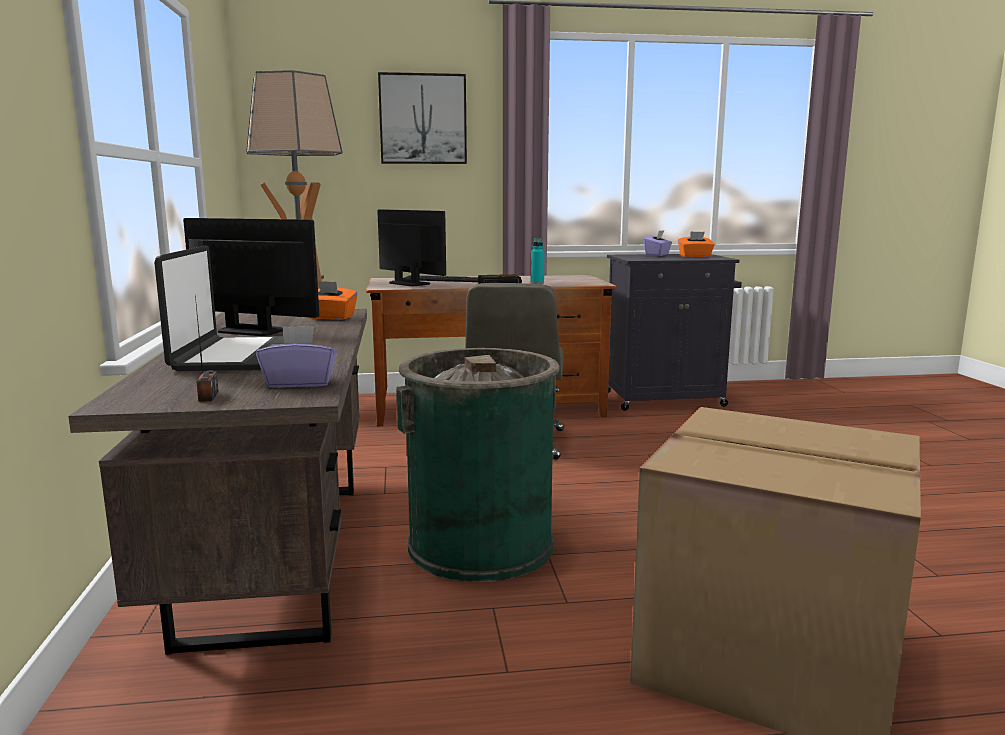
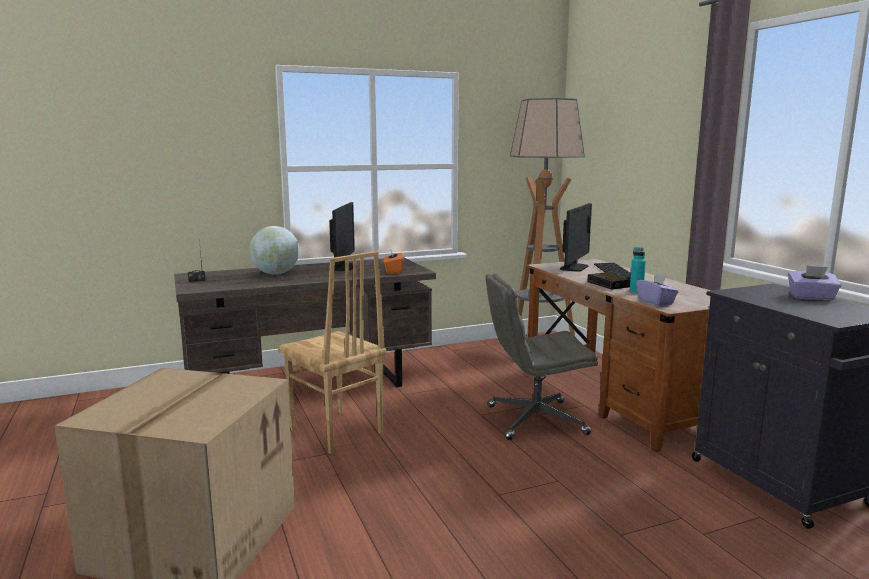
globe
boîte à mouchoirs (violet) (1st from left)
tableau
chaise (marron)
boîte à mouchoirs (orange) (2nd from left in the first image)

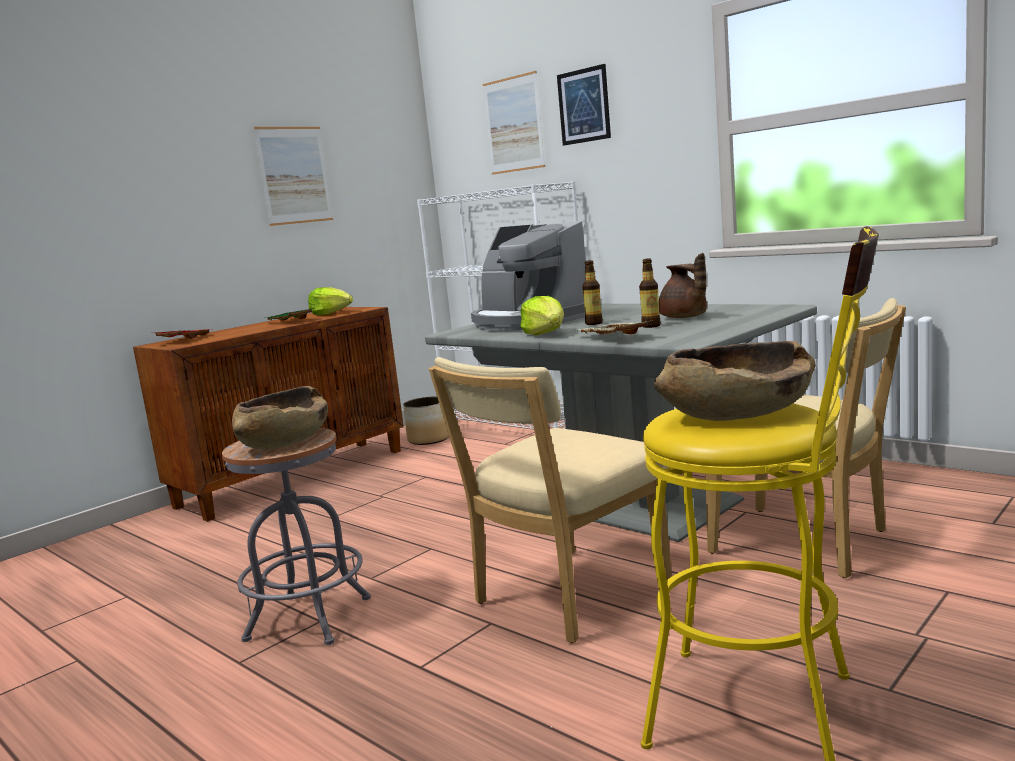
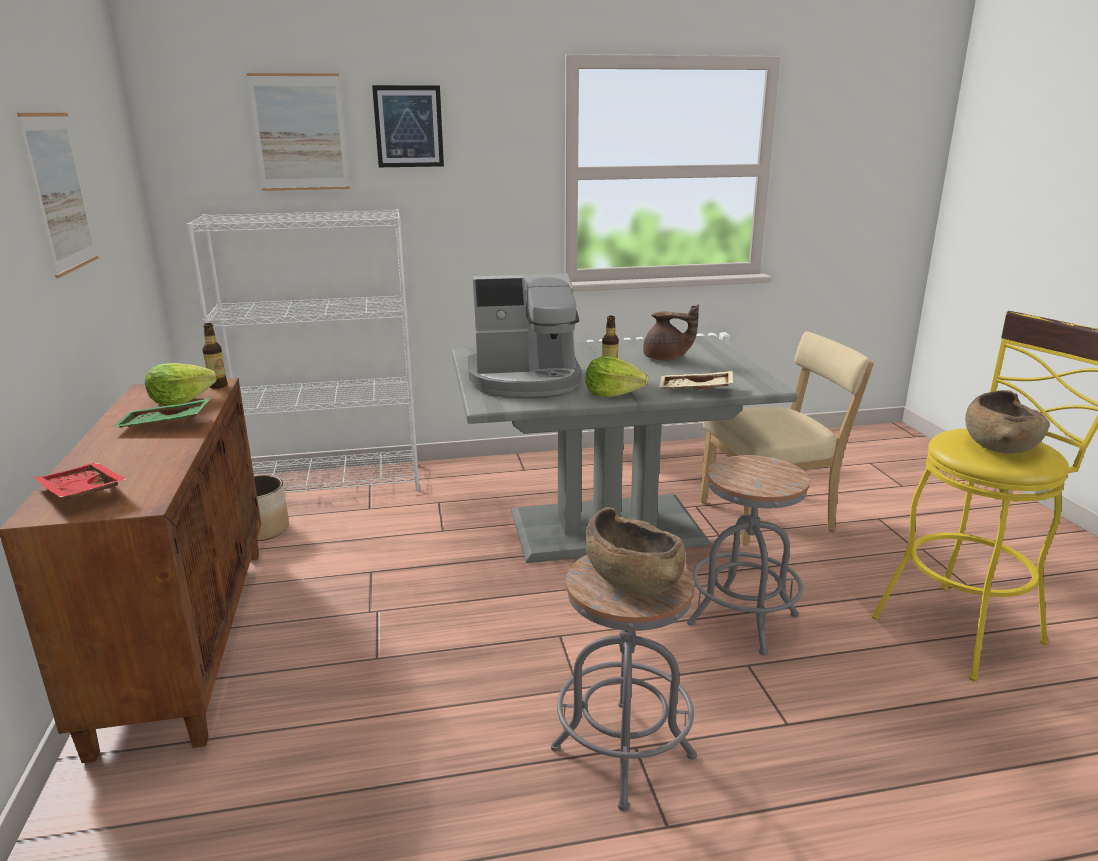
tabouret (gris) (2nd from left)
bouteille (1st from left)

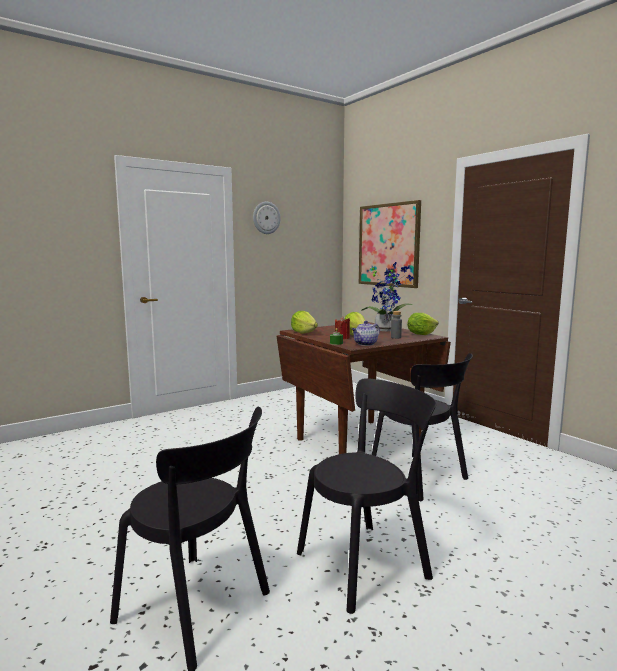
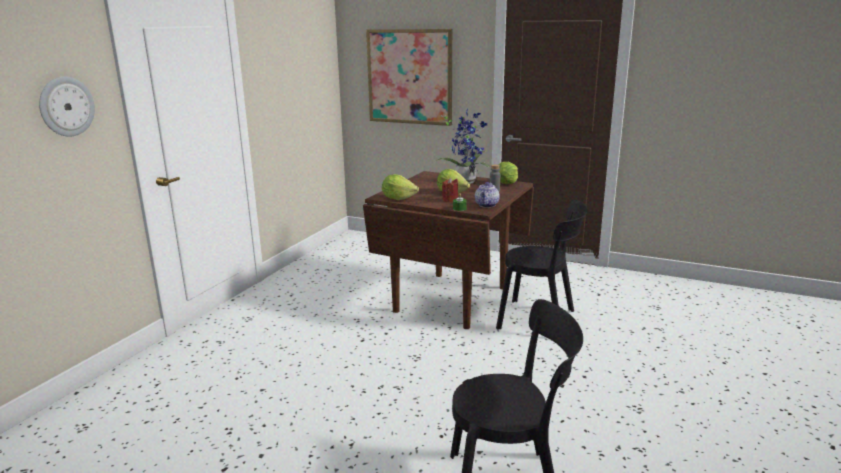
horloge murale
chaise (noir) (2nd from left in the first image)

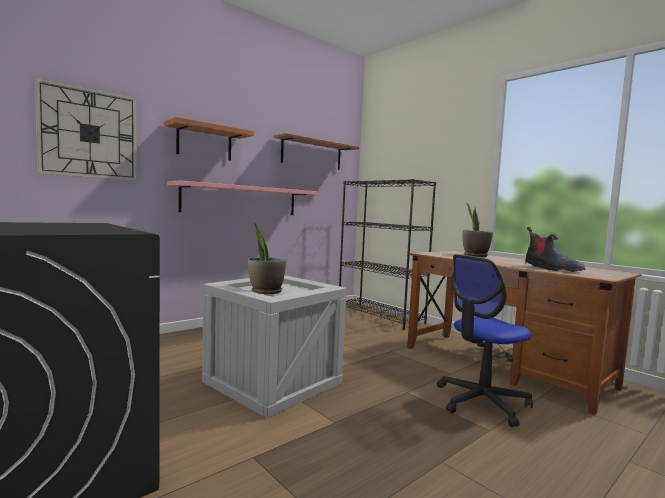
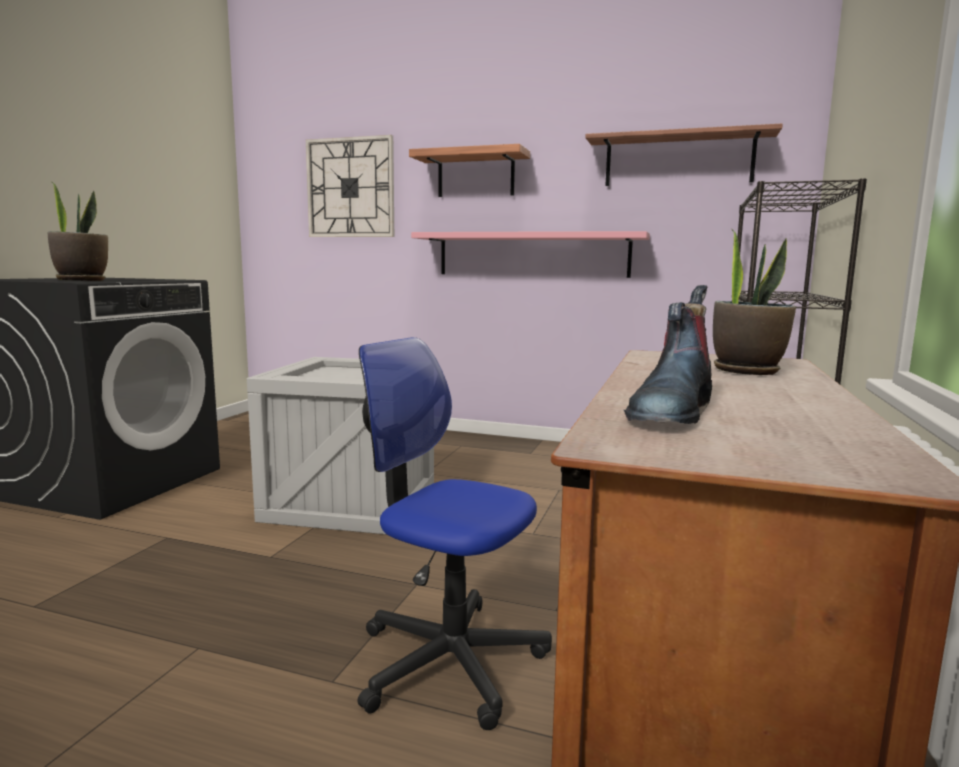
plante en pot (1st from left)

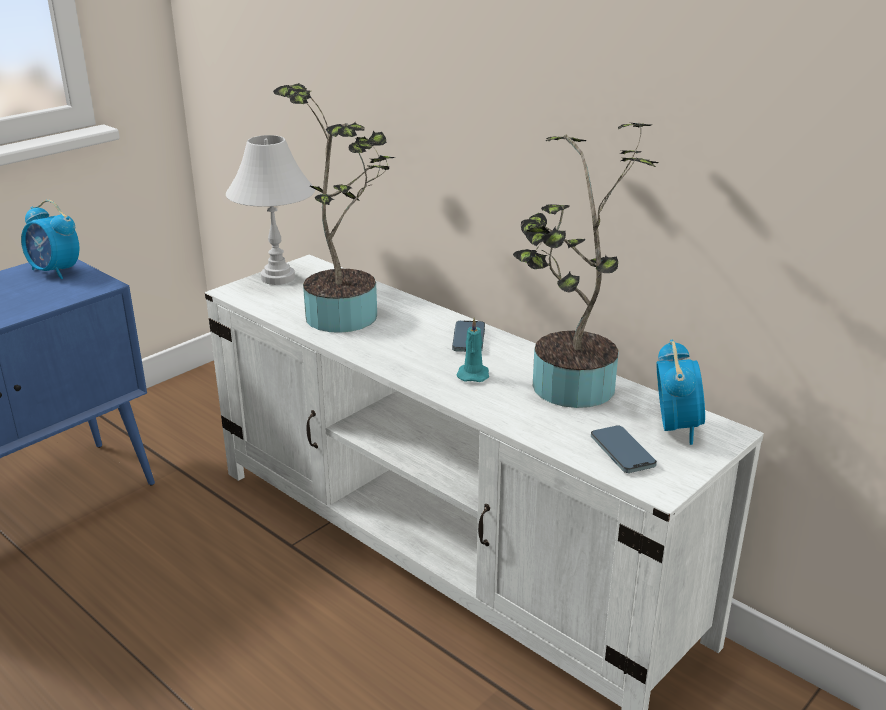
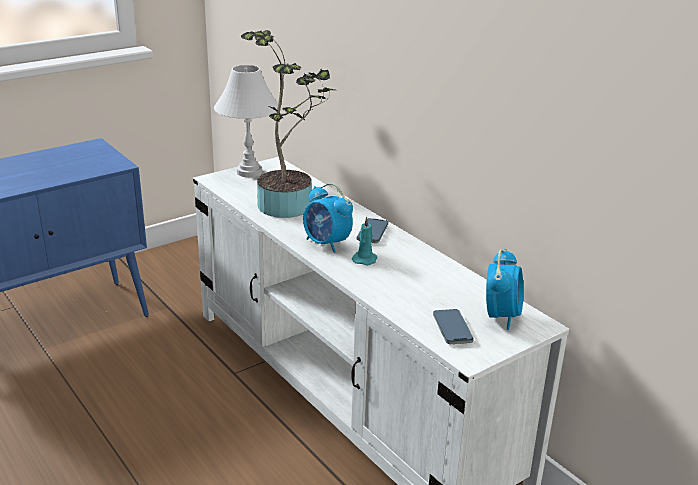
réveil (1st from left)
plante en pot (2nd from left in the first image)

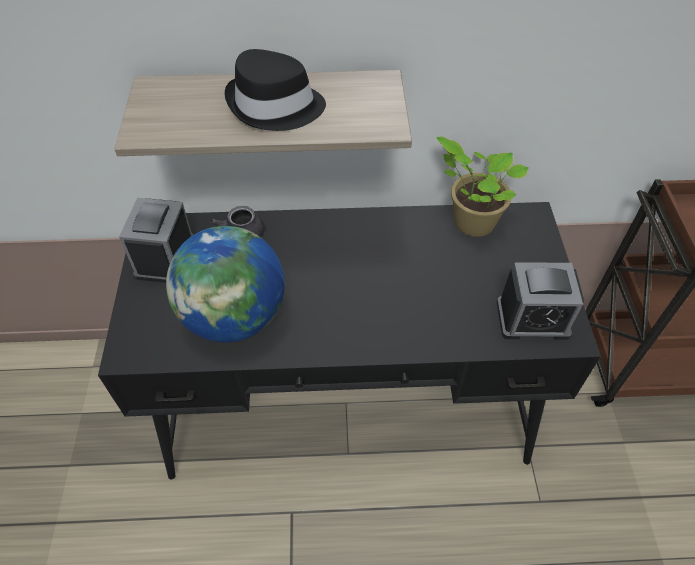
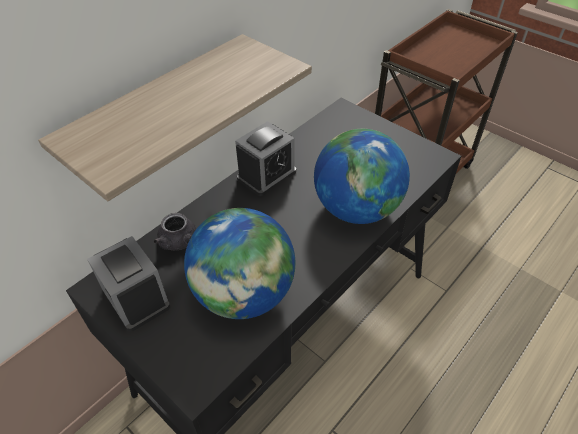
chapeau (noir)
plante en pot
réveil (2nd from left)
globe (2nd from left)

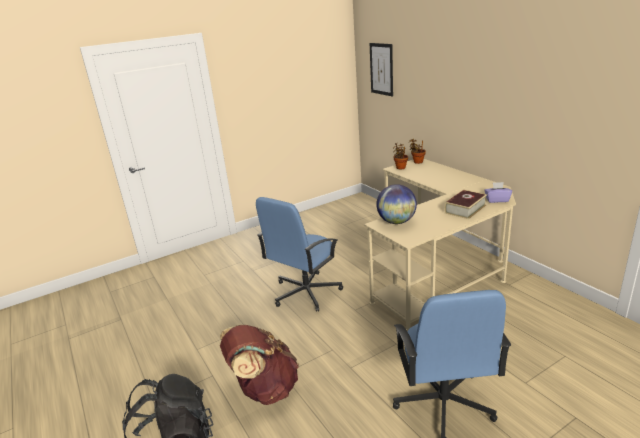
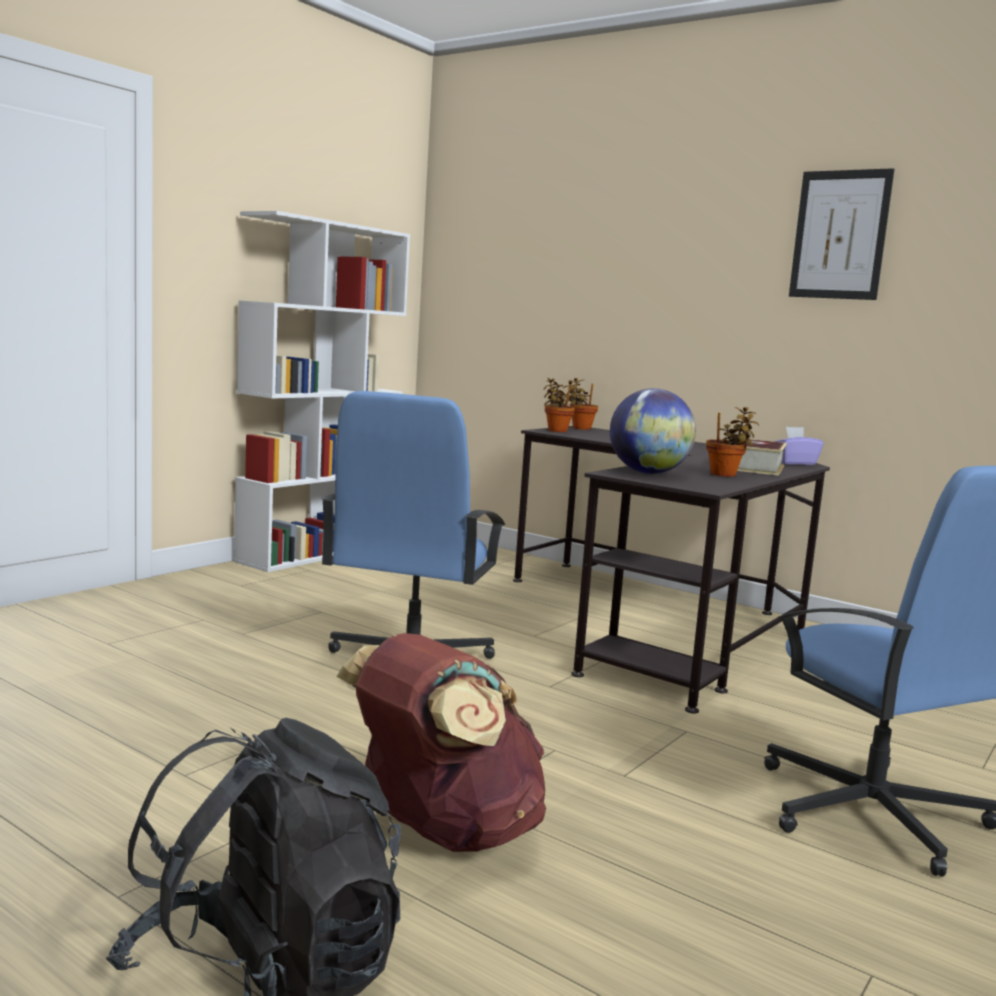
bureau (noir)
tableau
bibliothèque (blanc)
plante en pot (3rd from left)

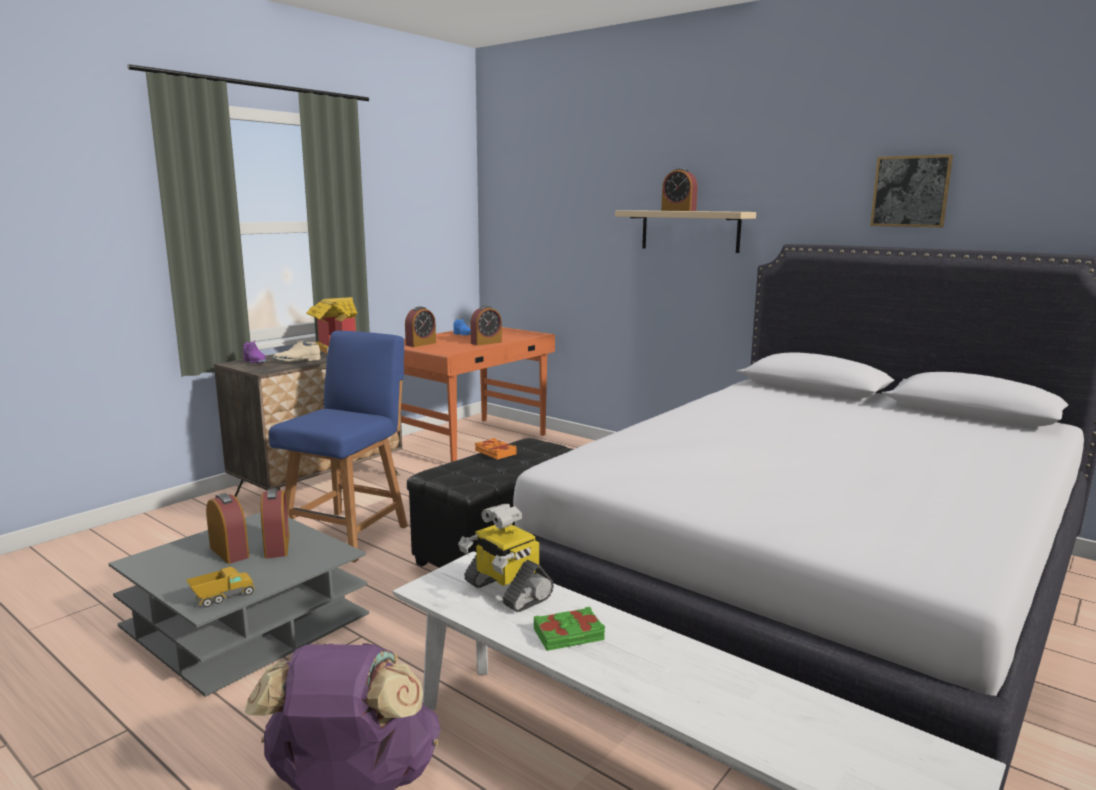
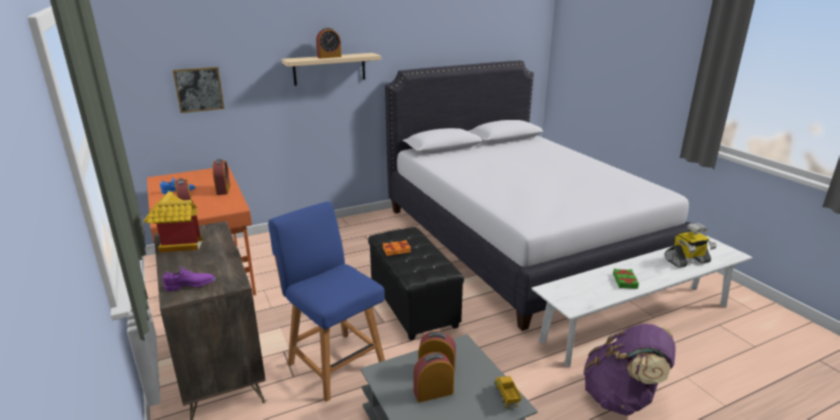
chaussure (beige)
robot jouet
tableau

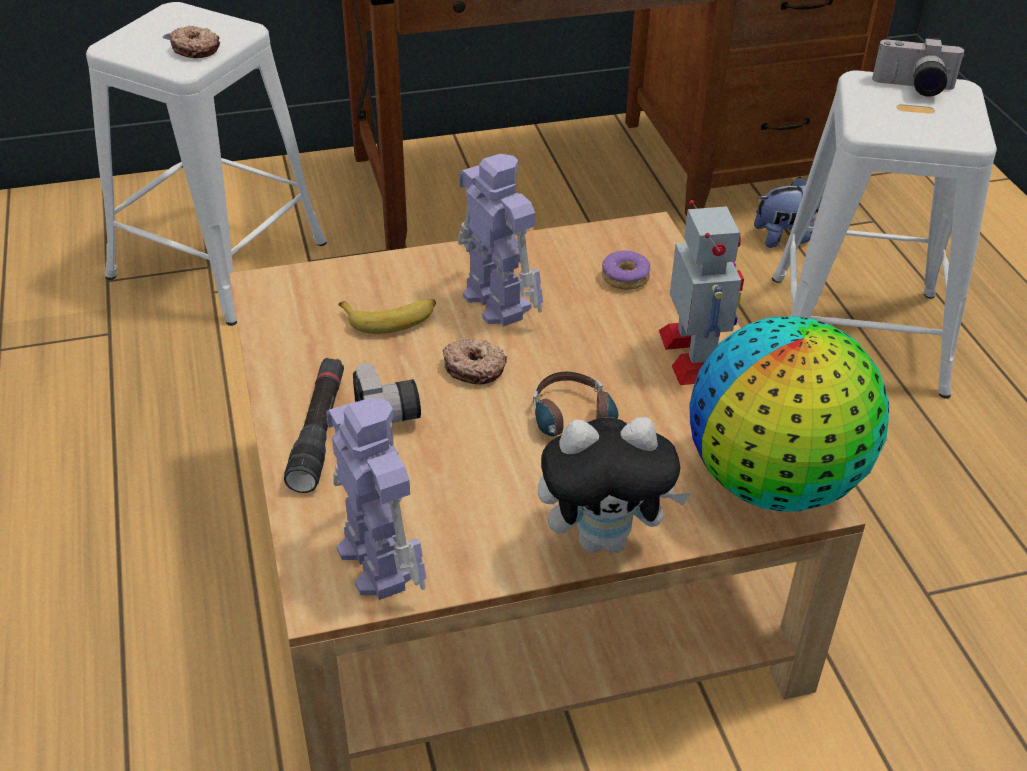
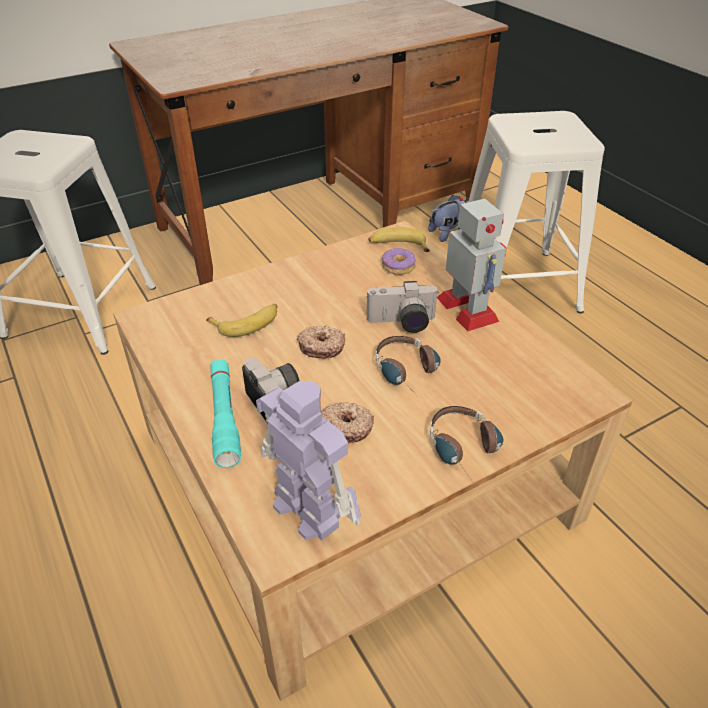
beignet (2nd from left)
lampe de poche (turquoise)
robot jouet (2nd from left in the first image)
casque audio (2nd from left)
globe
appareil photo (2nd from left)
banane (2nd from left)

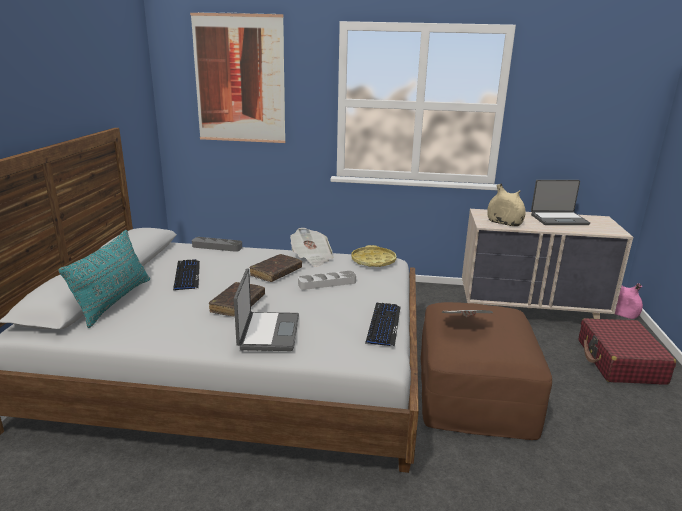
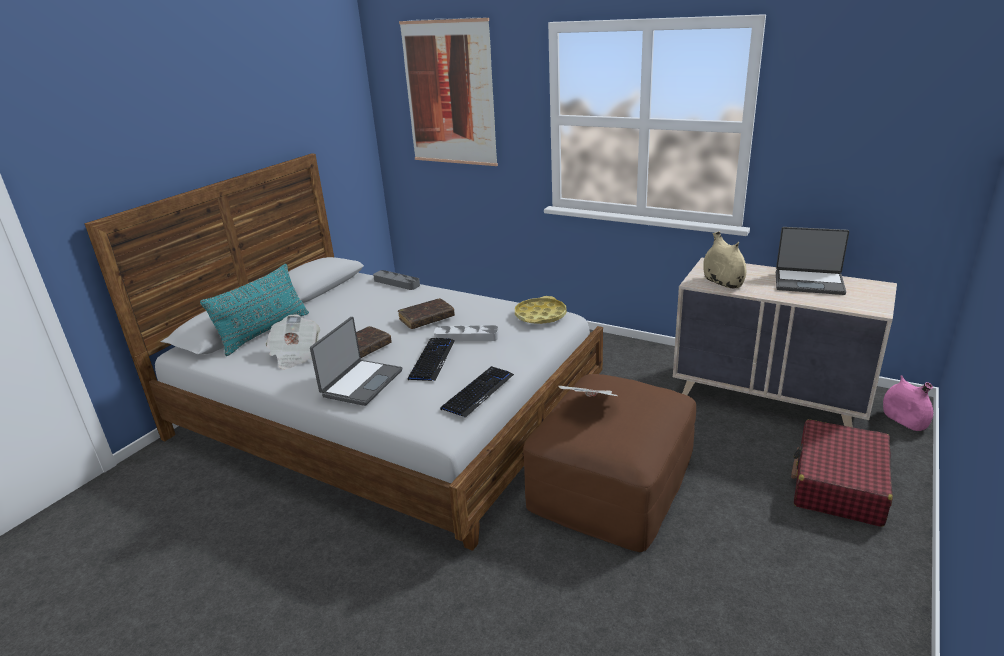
clavier (1st from left)
journal (1st from left)

